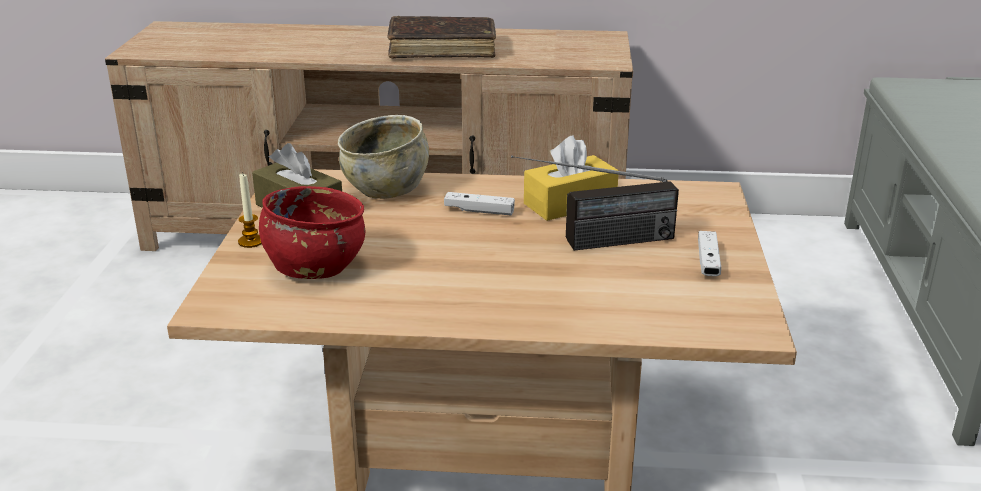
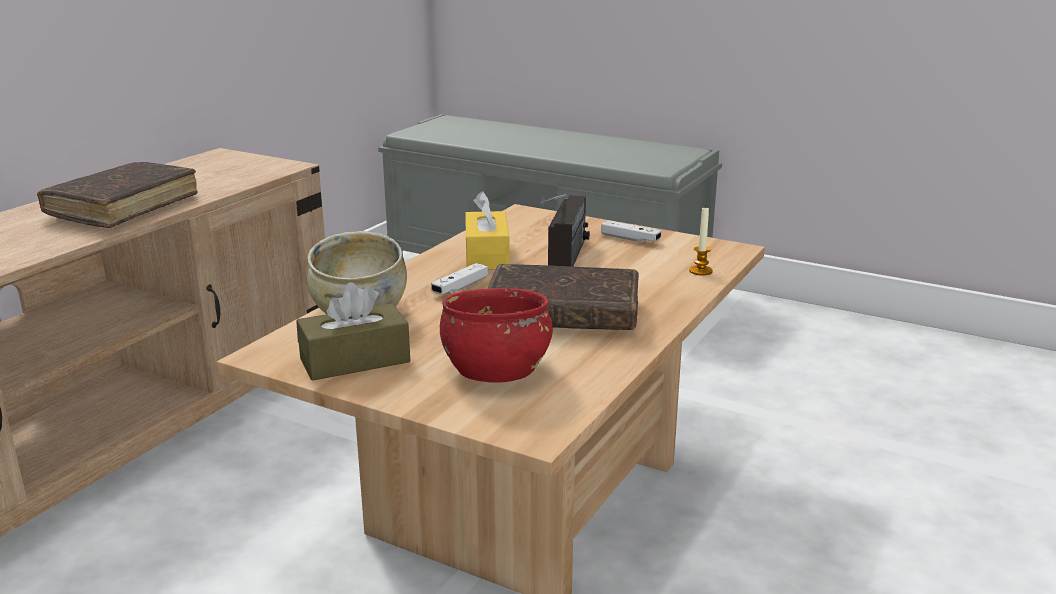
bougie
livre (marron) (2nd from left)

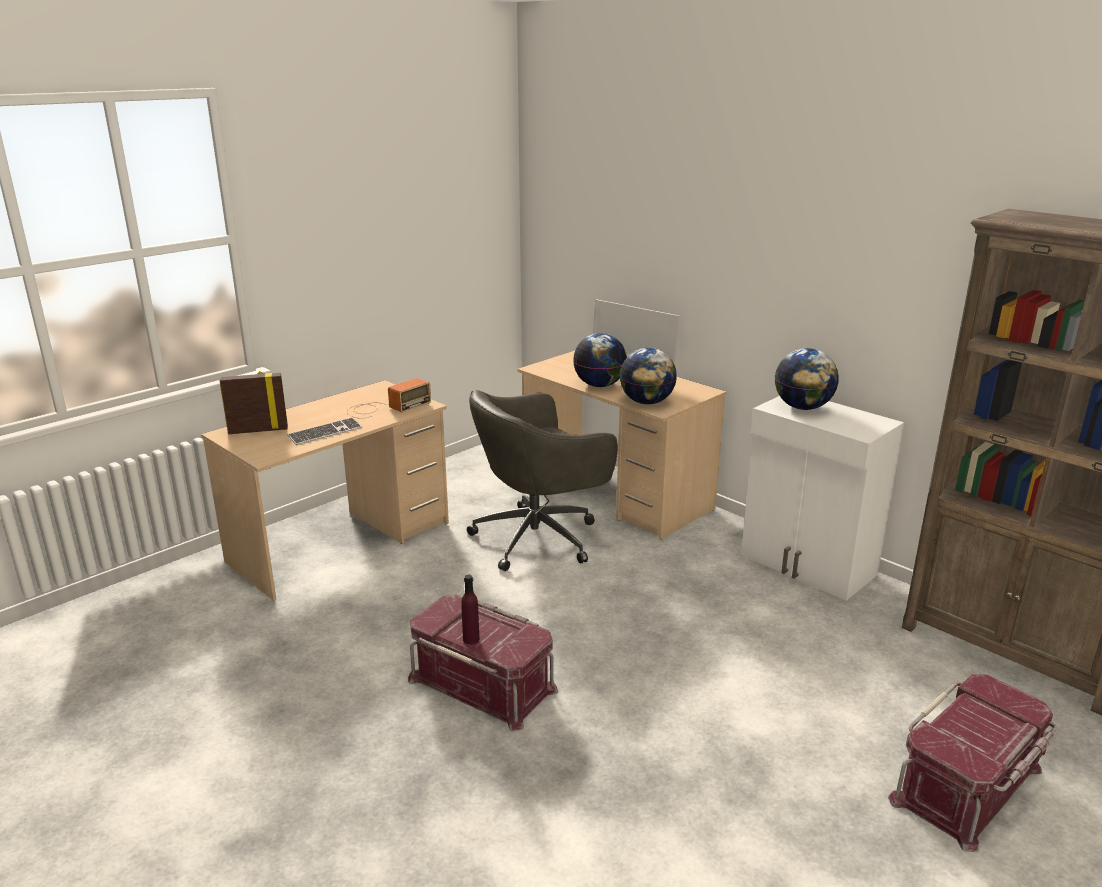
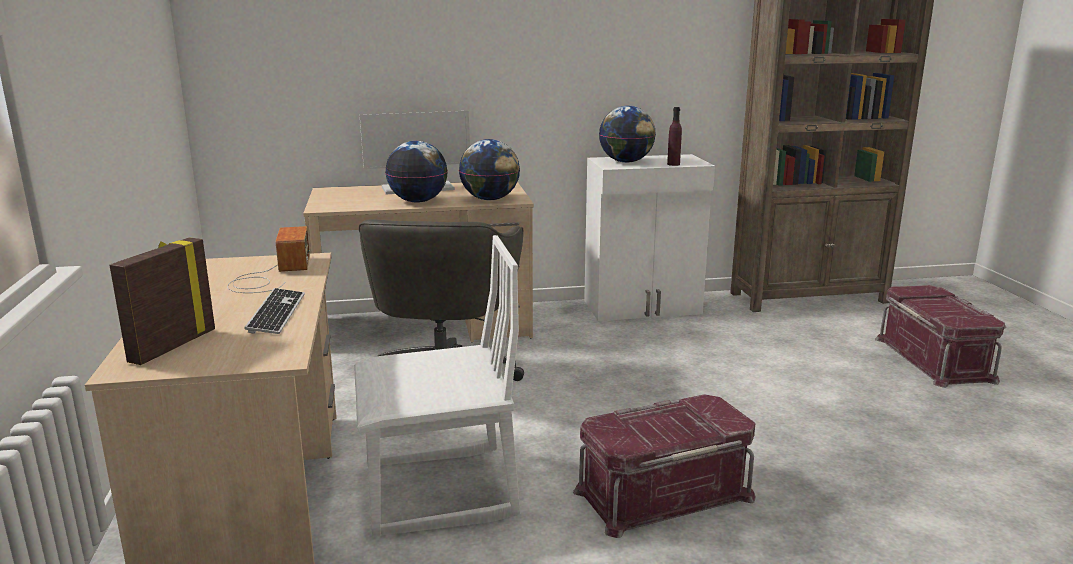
bouteille (violet)
chaise (blanc)

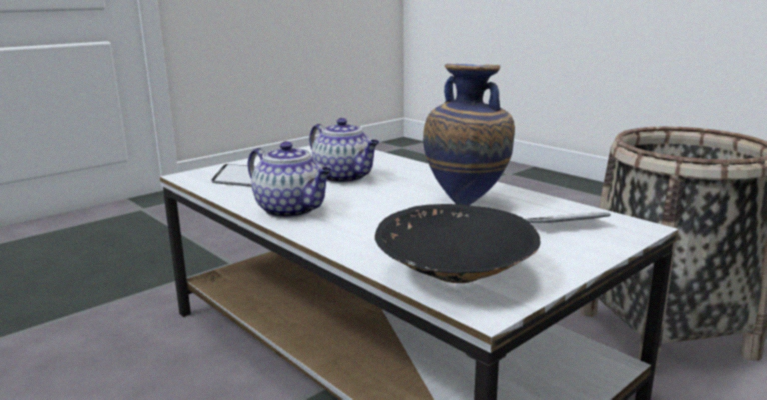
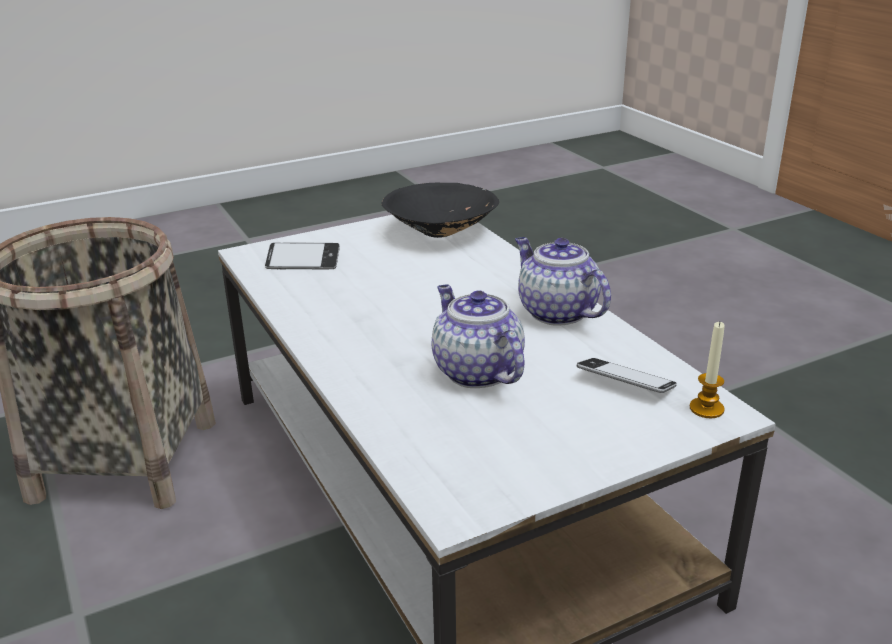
vase
bougie

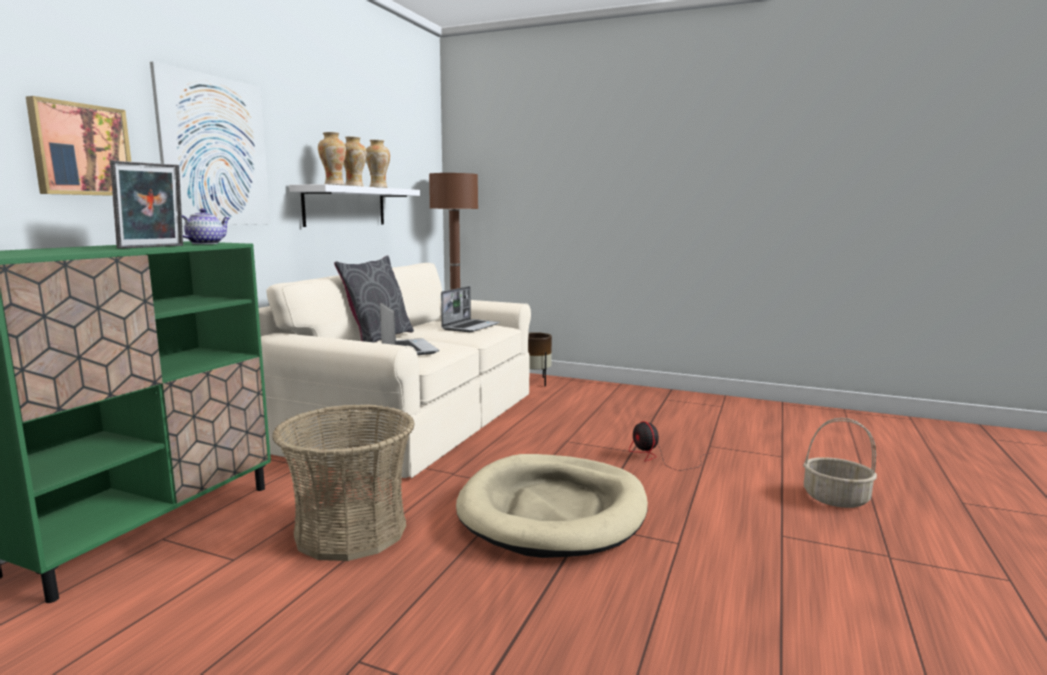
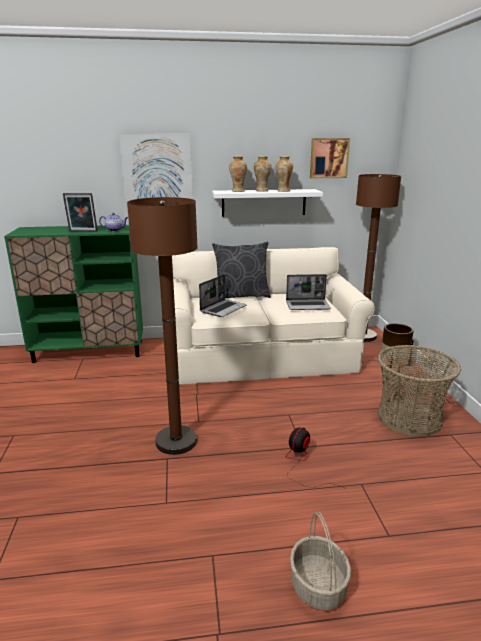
tableau (2nd from left)
panier (2nd from left)
lampadaire (marron) (1st from left)

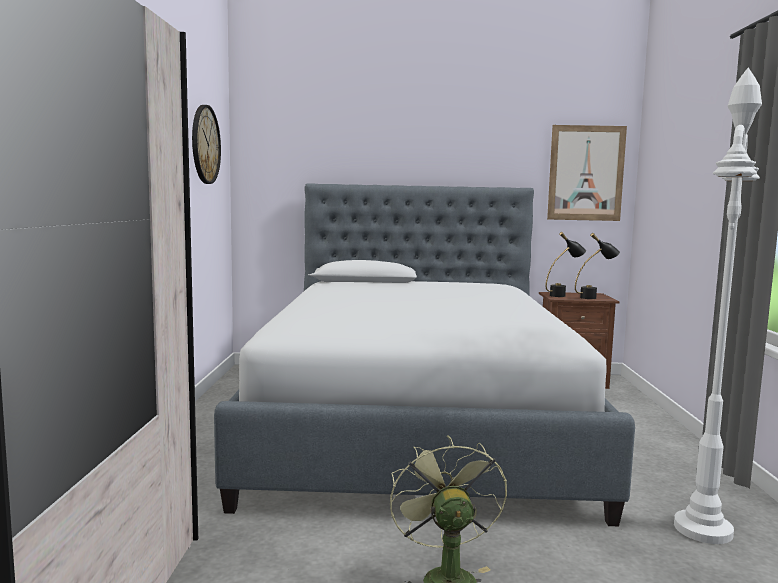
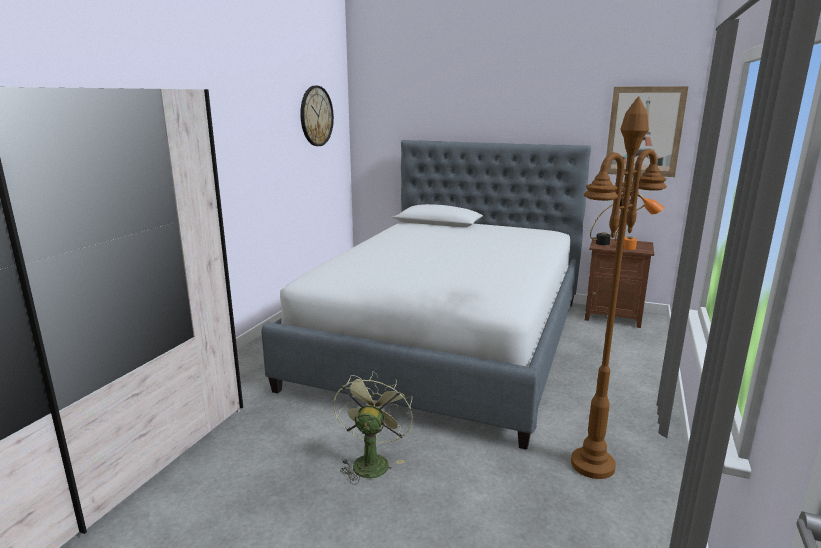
lampe de table (orange)
lampadaire (marron)

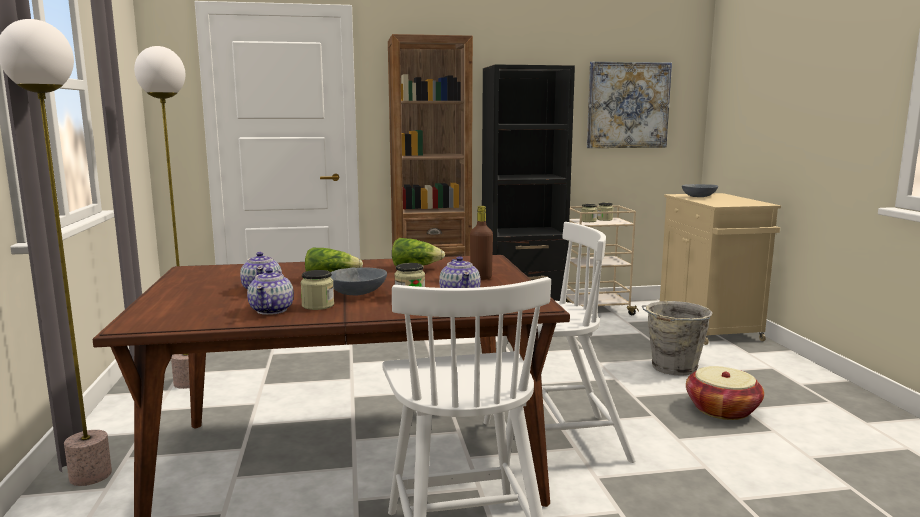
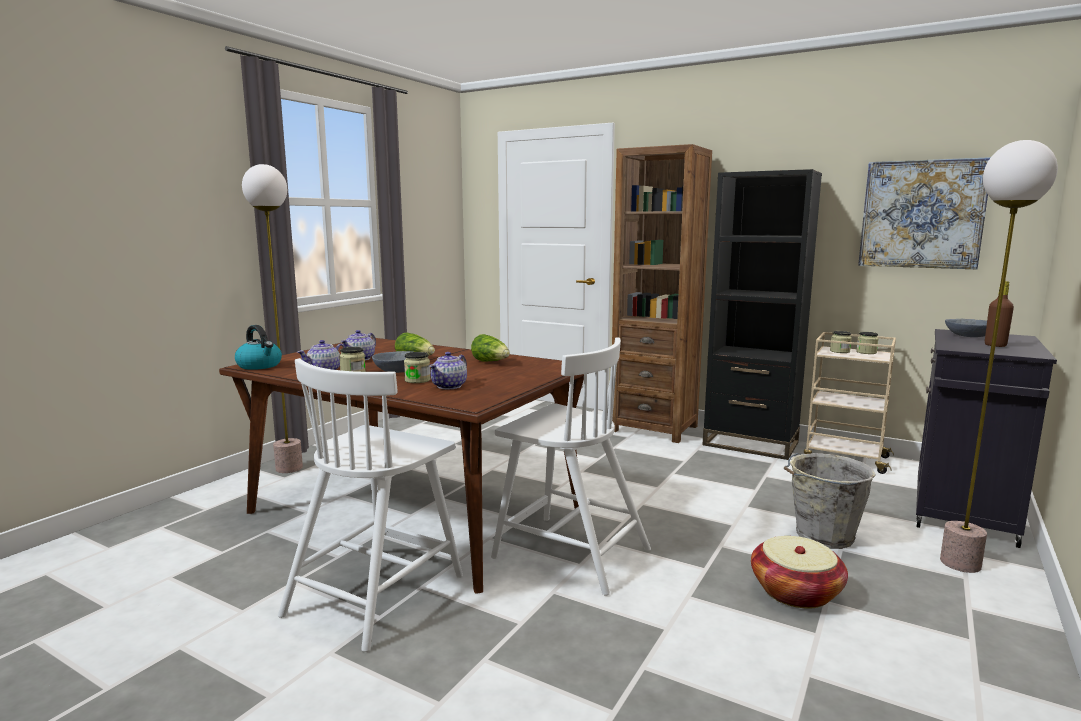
lampadaire (2nd from left)
bouteille (marron)
meuble de rangement (noir)
bouilloire

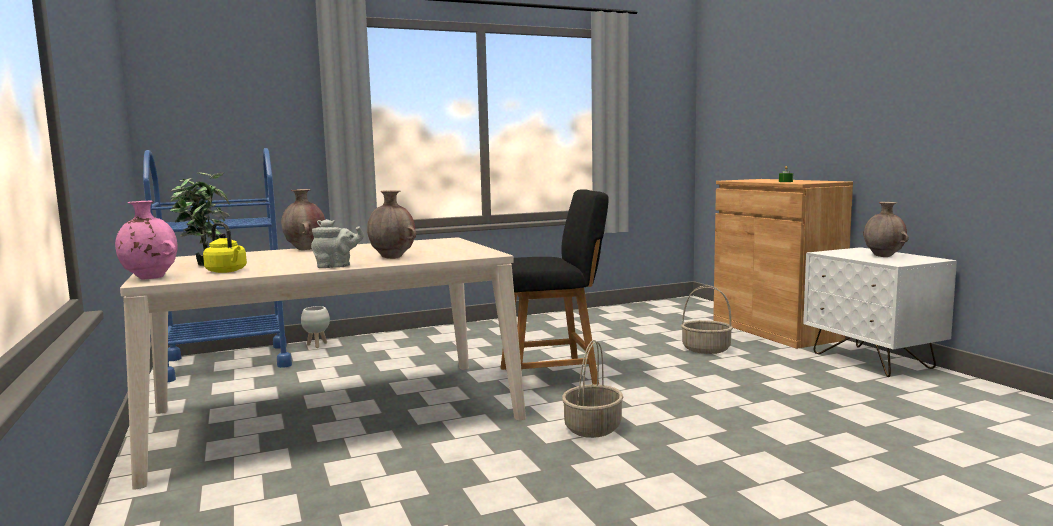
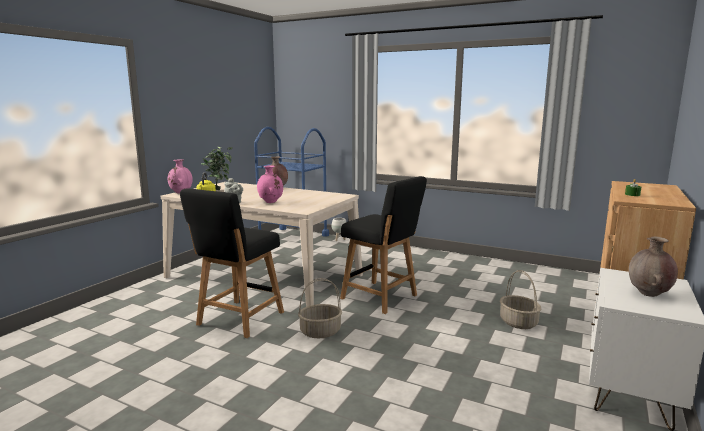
vase (rose) (2nd from left)
chaise (noir) (1st from left)

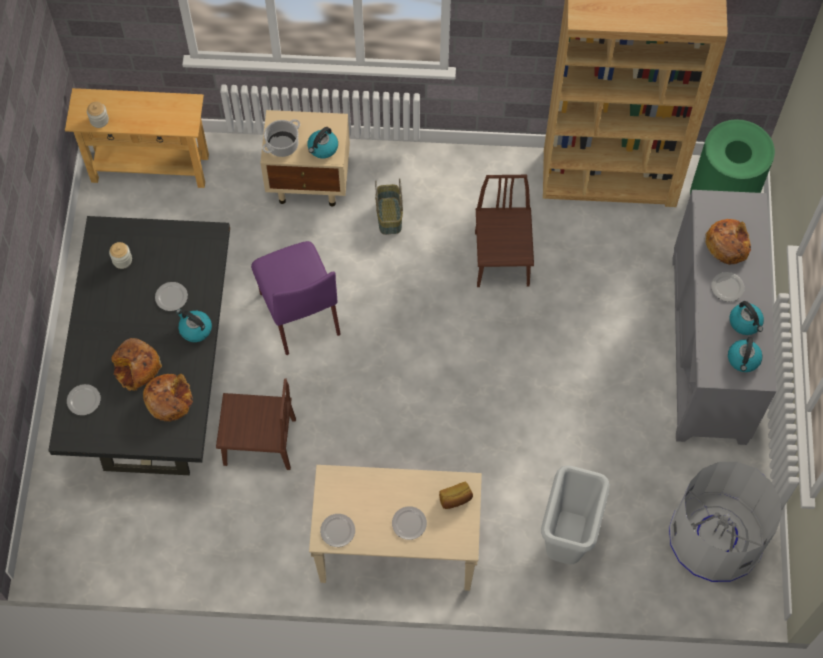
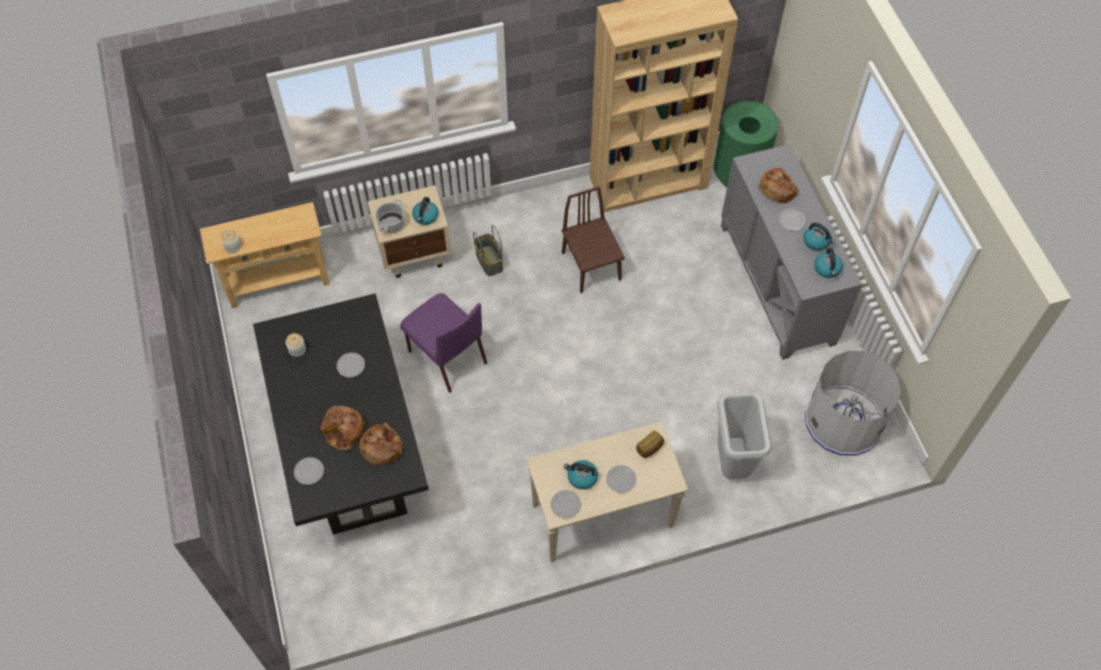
bouilloire (2nd from left)
chaise (marron) (1st from left in the first image)

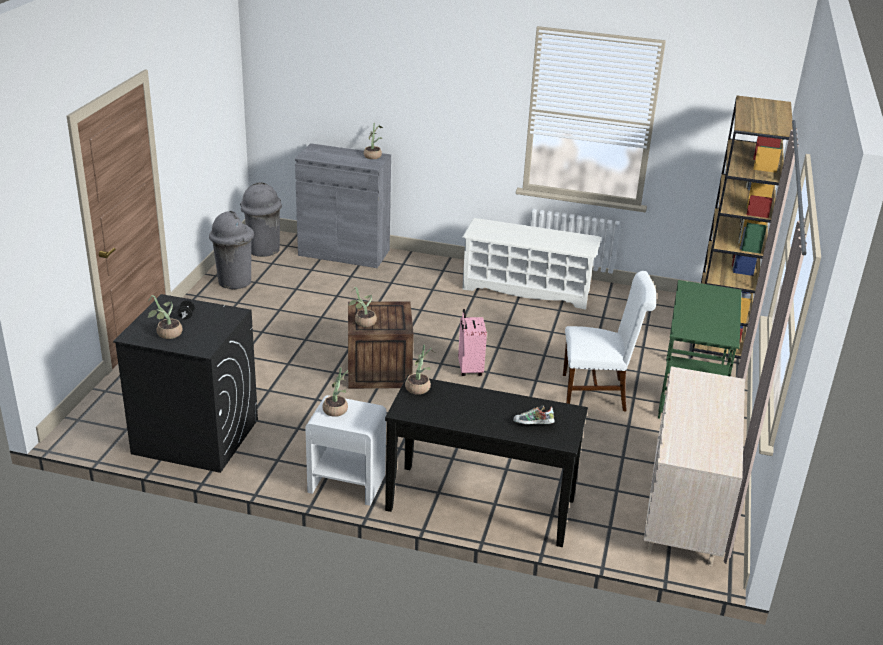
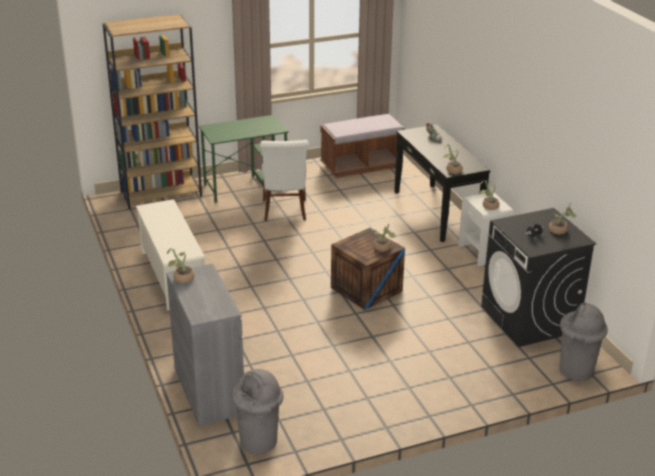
poubelle (gris) (2nd from left)
valise (rose)
chaise (blanc)
banc (marron)

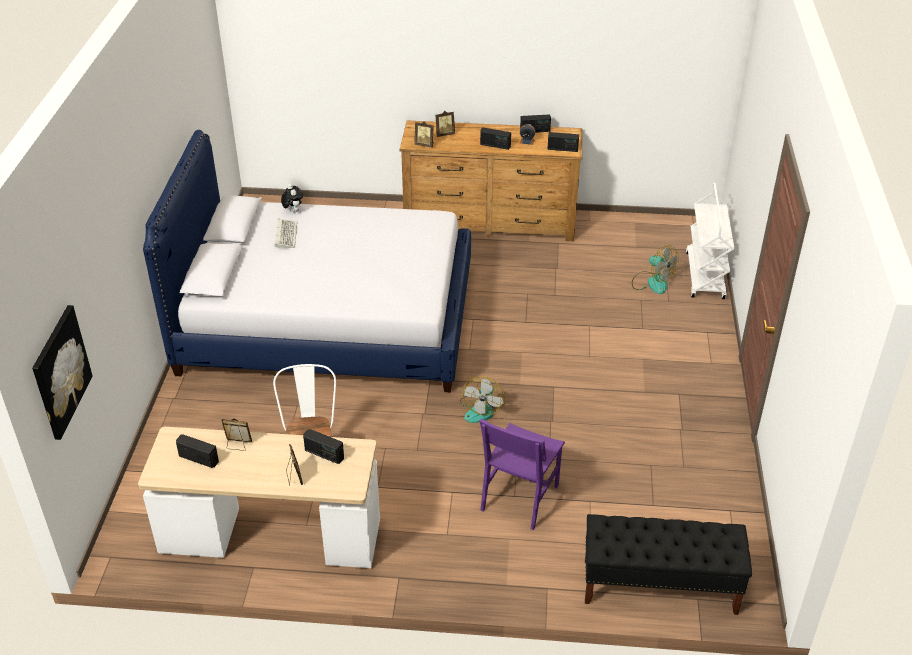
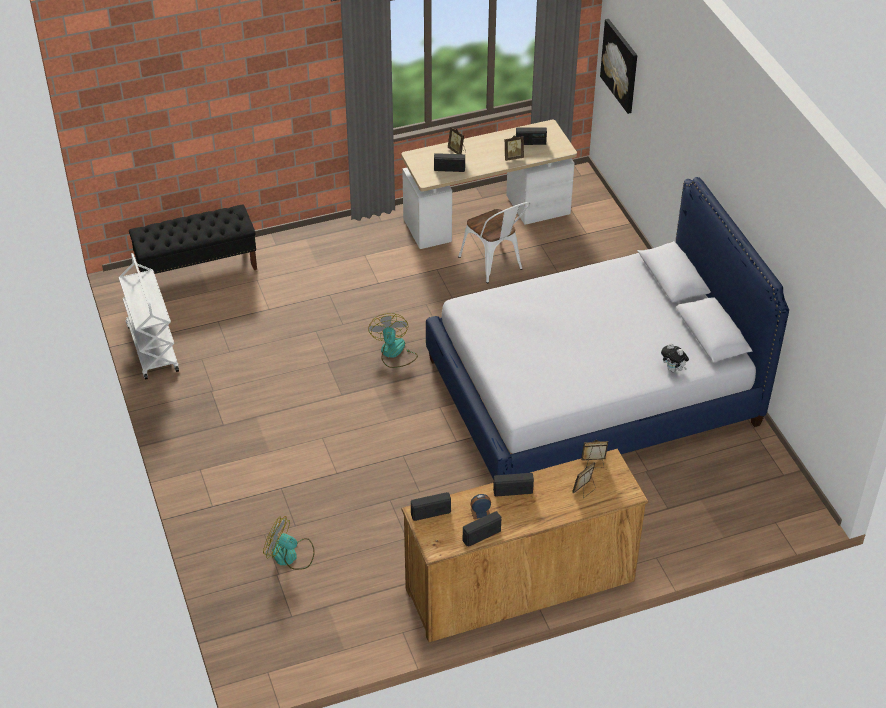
clavier
chaise (violet)
chariot (blanc)

